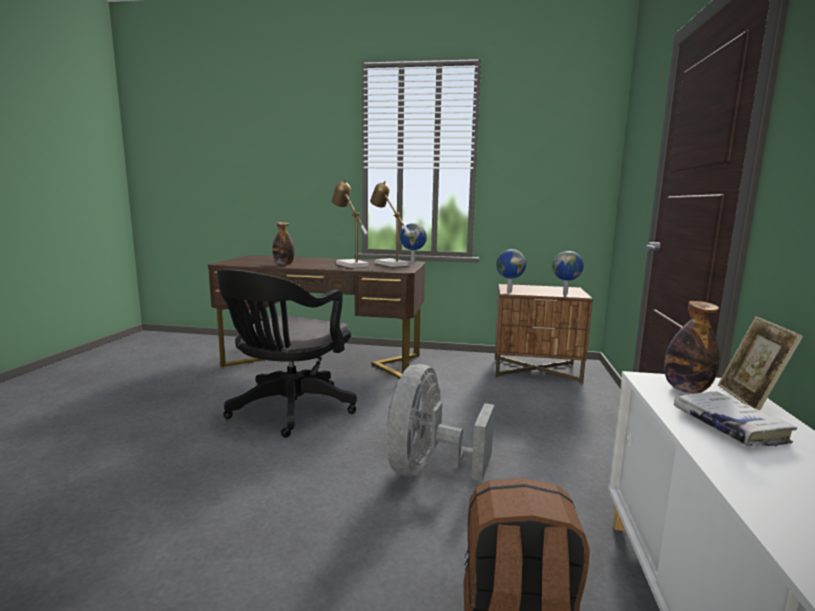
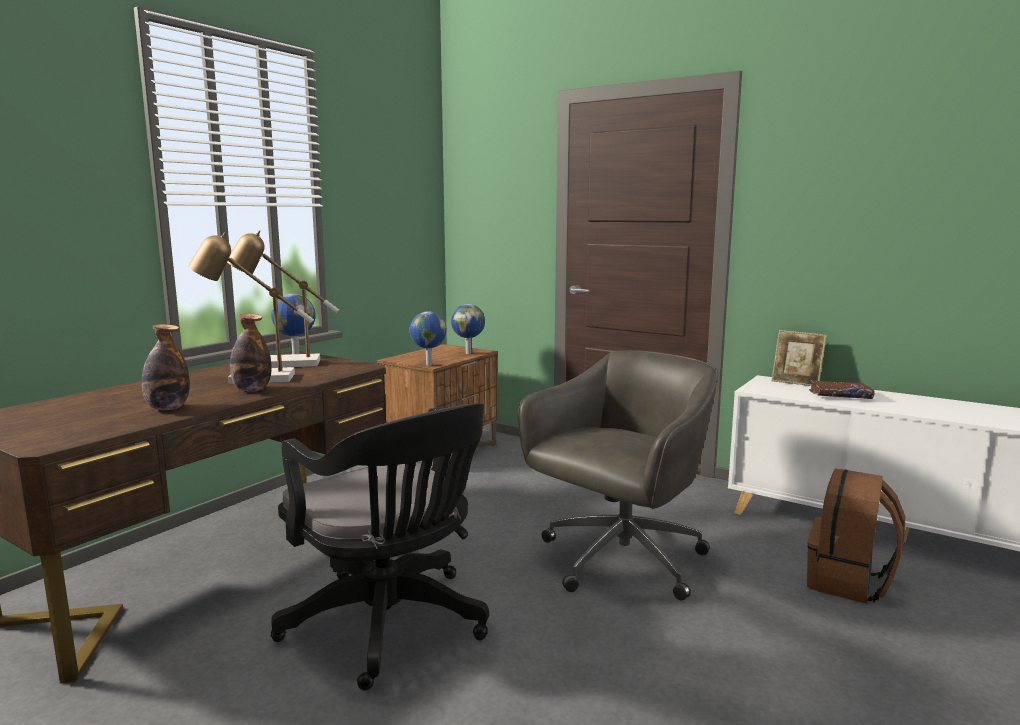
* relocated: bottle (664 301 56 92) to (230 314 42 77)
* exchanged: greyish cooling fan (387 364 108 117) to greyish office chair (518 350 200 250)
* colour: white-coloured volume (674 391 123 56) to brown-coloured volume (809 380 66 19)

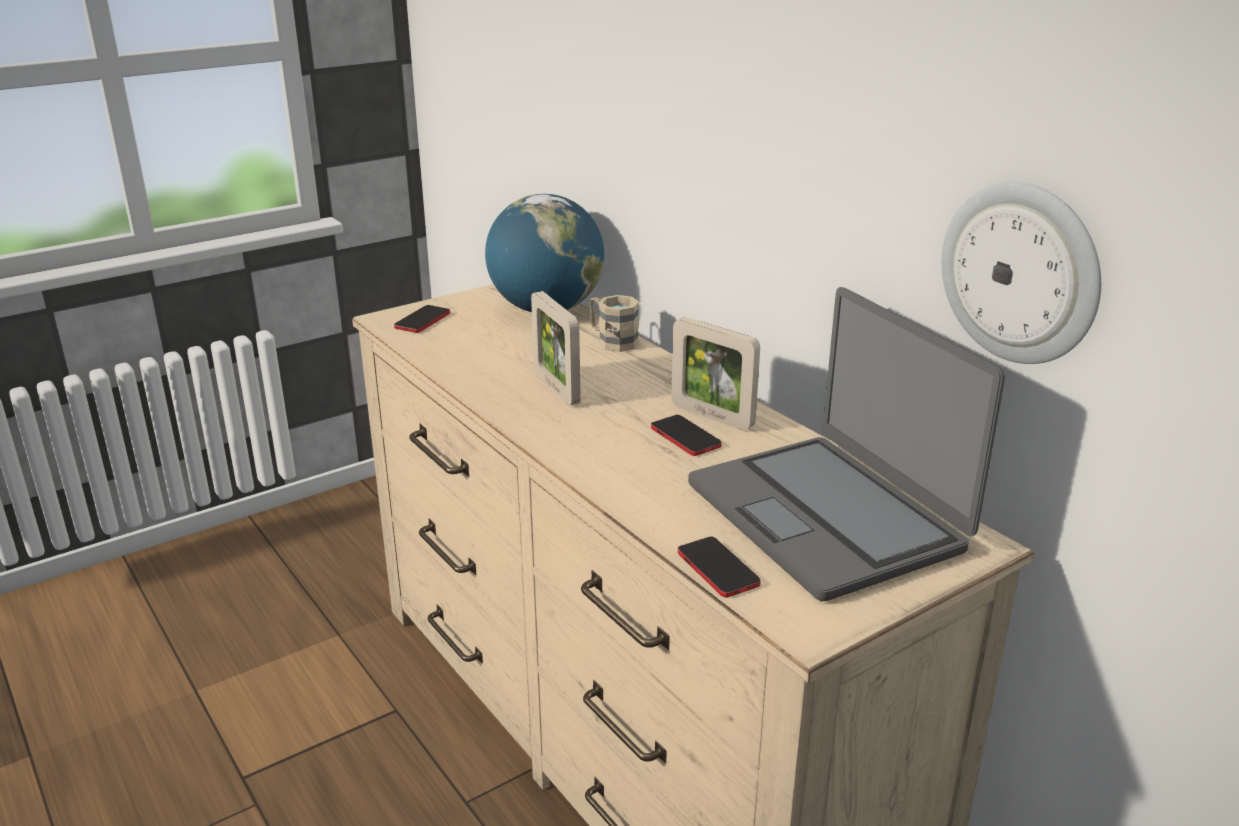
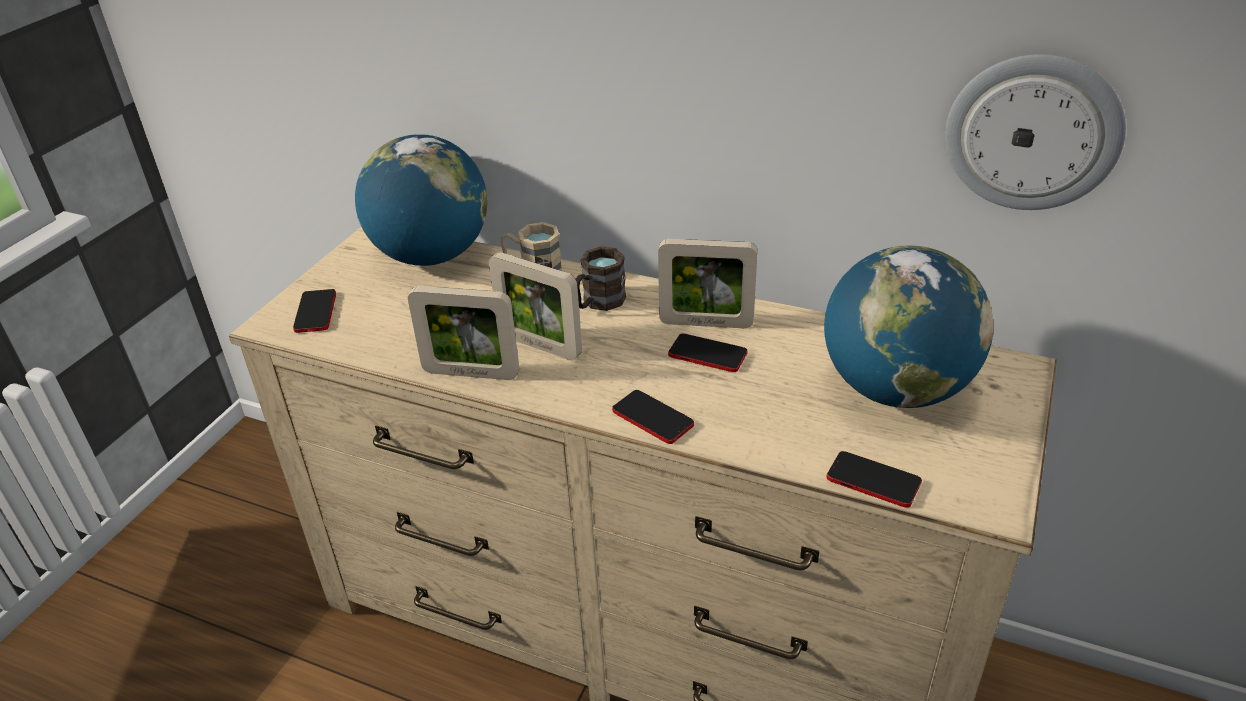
* appeared: photo frame (408 286 111 94)
* appeared: brown-coloured tea mug (576 246 50 65)
* appeared: phone (612 390 82 54)
* exchanged: portable computer (688 287 317 314) to globe (824 245 169 163)

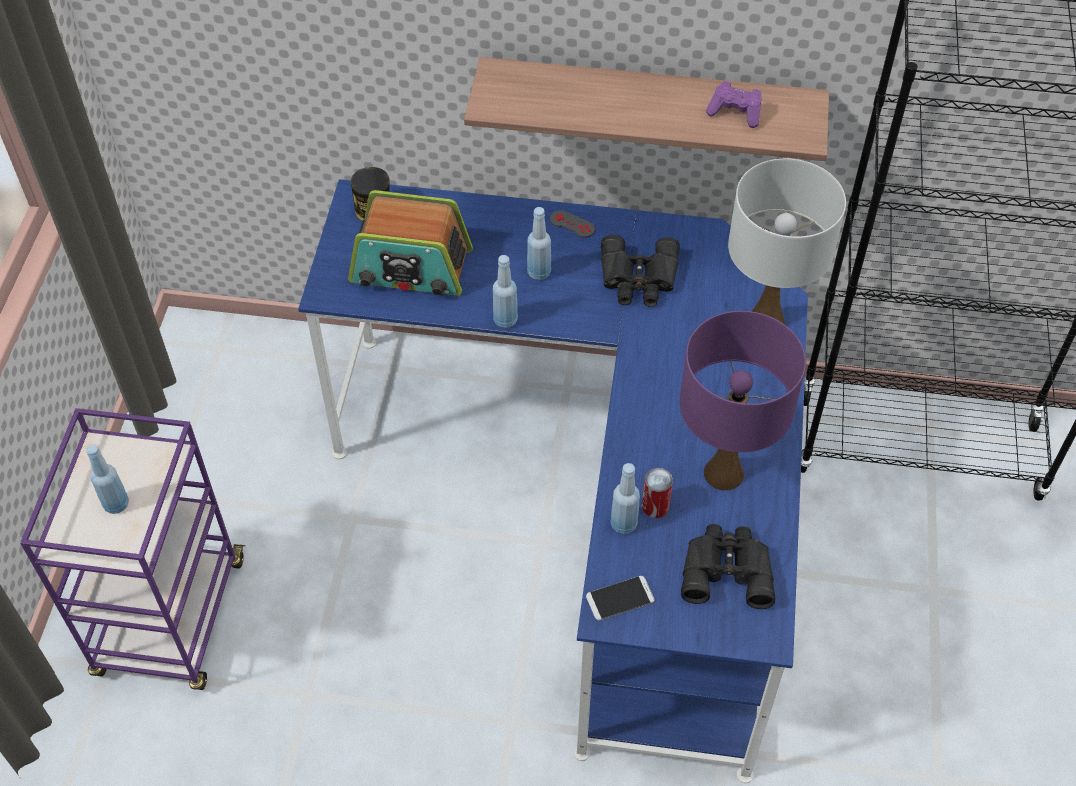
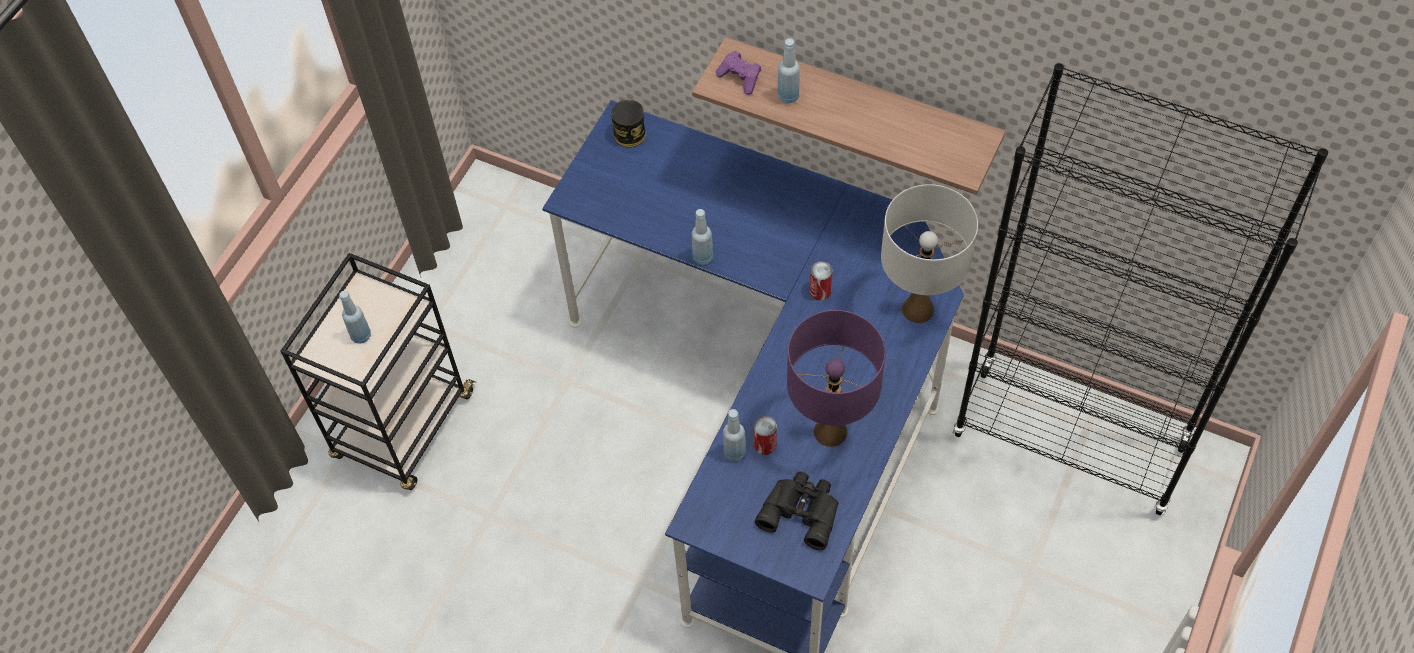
* missing: radio (348 190 125 106)
* missing: greyish joypad (550 210 45 28)
* missing: phone (586 576 68 44)
* missing: black-coloured binoculars (601 235 79 72)
* appeared: metal can (810 262 23 39)
* relocated: bluish bottle (527 207 24 73) to (777 38 23 66)
* relocated: purple joypad (706 81 56 47) to (716 51 45 44)
* colour: purple wheeled cart (20 408 225 282) to black-coloured wheeled cart (280 253 195 237)

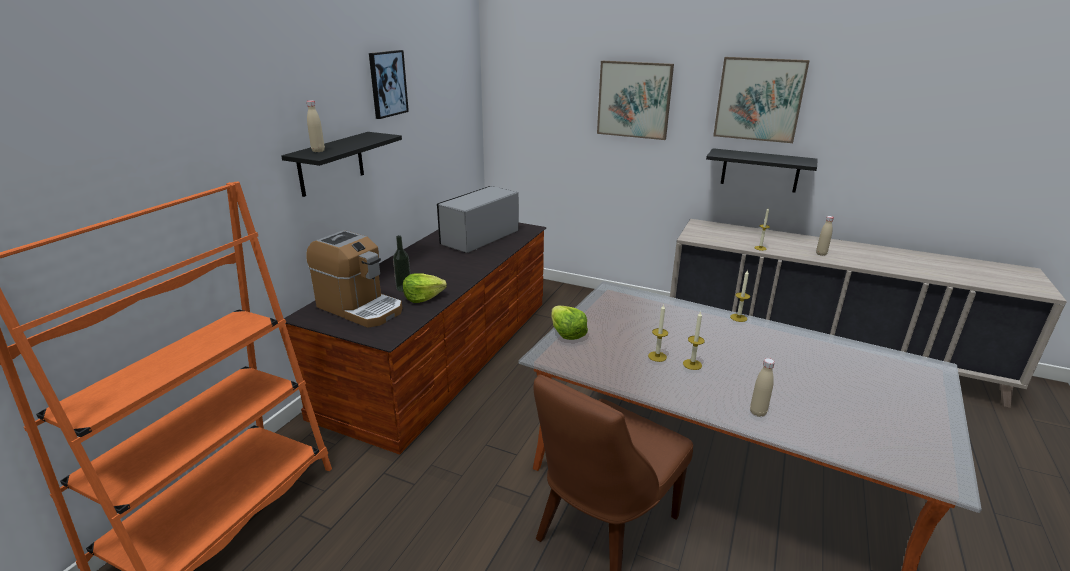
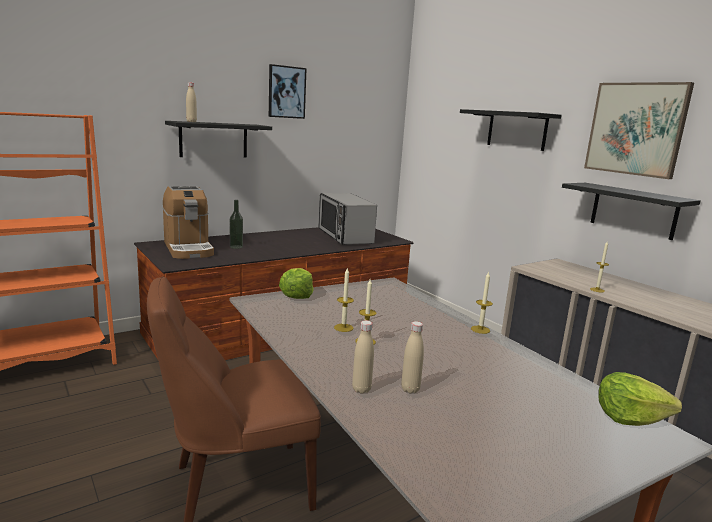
* relocated: head of lettuce (403 273 44 30) to (598 372 84 54)
* relocated: beige bottle (816 216 18 40) to (401 321 23 72)
* exchanged: wall art (597 61 77 79) to black-coloured shelf (460 109 102 42)
* spun: kitchen microwave (437 186 82 67) = (318 193 59 52) 90 degrees counterclockwise

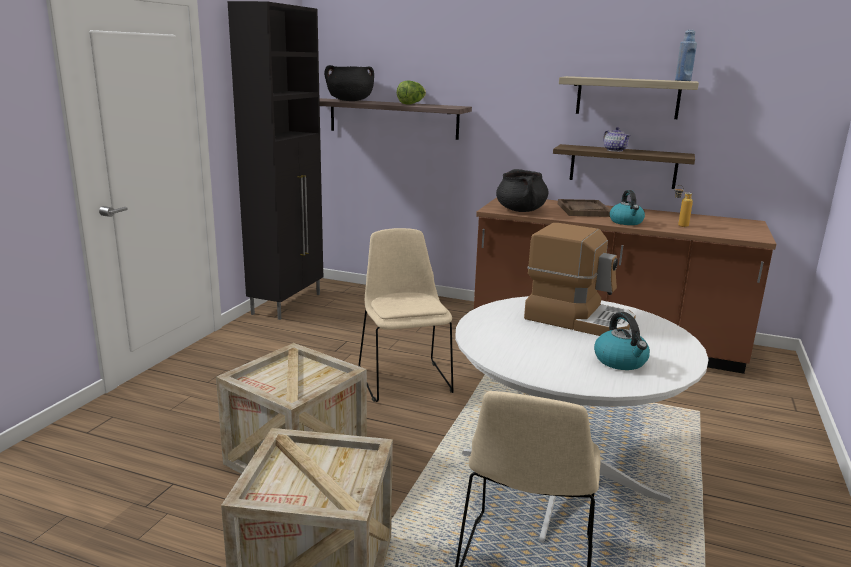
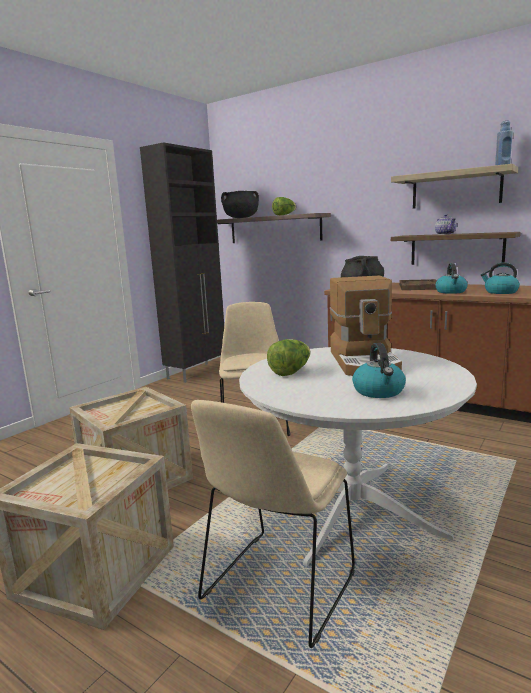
* appeared: head of lettuce (267 339 44 37)
* exchanged: bottle (674 185 19 42) to kettle (480 262 40 32)
* spun: coffee machine (524 223 112 113) = (330 276 72 100) 45 degrees clockwise

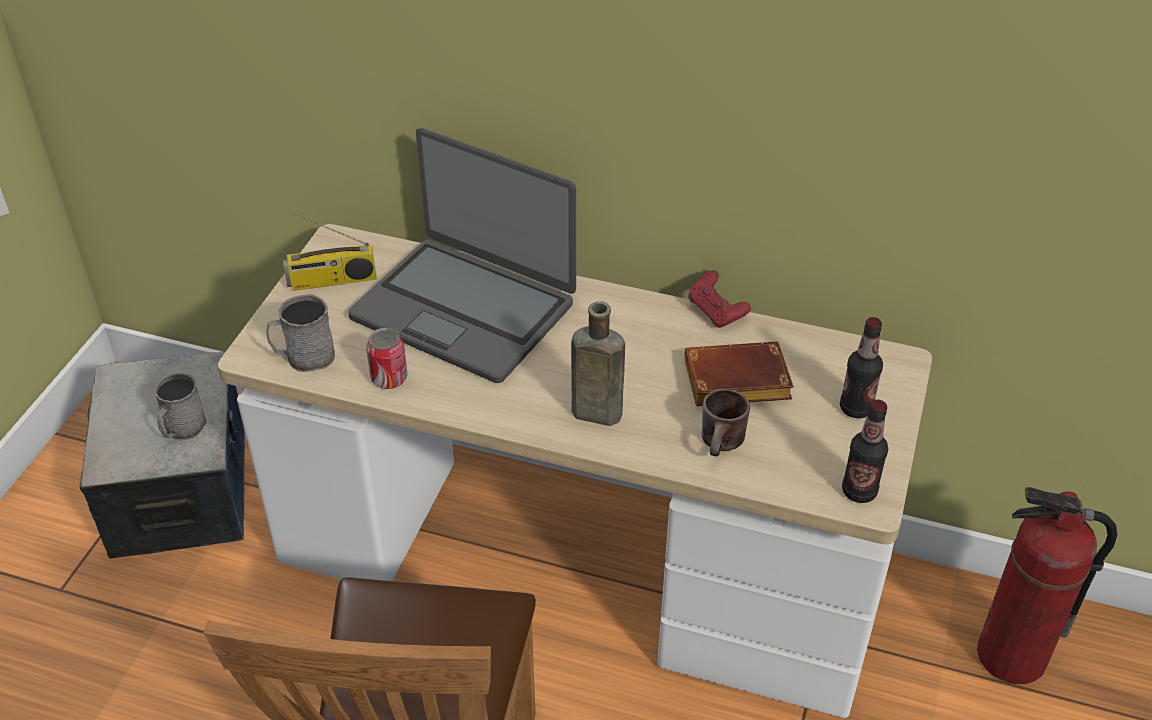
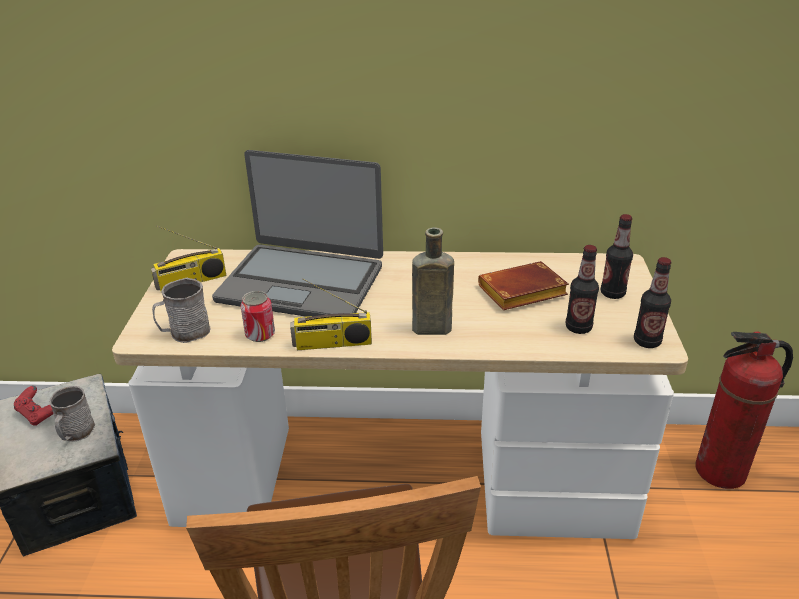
* missing: brown-coloured tea mug (702 389 48 67)
* appeared: radio (290 278 82 72)
* appeared: bottle (566 245 33 89)
* relocated: red-coloured joypad (688 270 63 58) to (14 386 40 40)

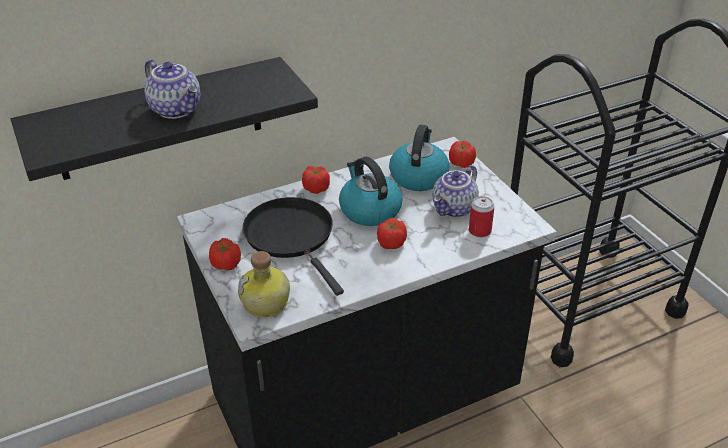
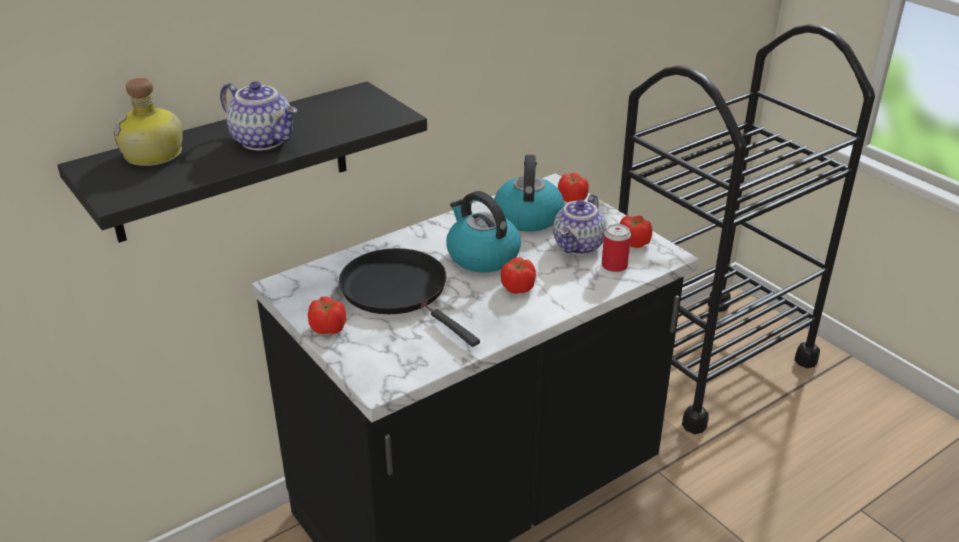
* relocated: bottle (238 251 52 66) to (114 78 69 88)
* relocated: tomato (302 166 28 28) to (620 216 32 32)

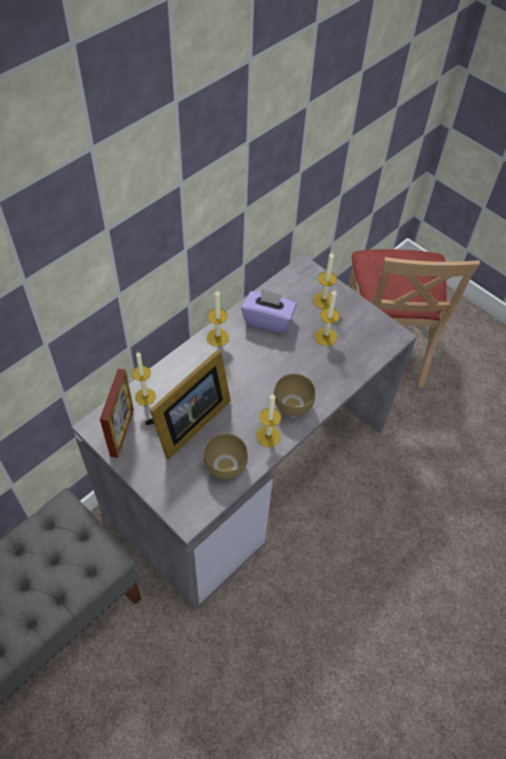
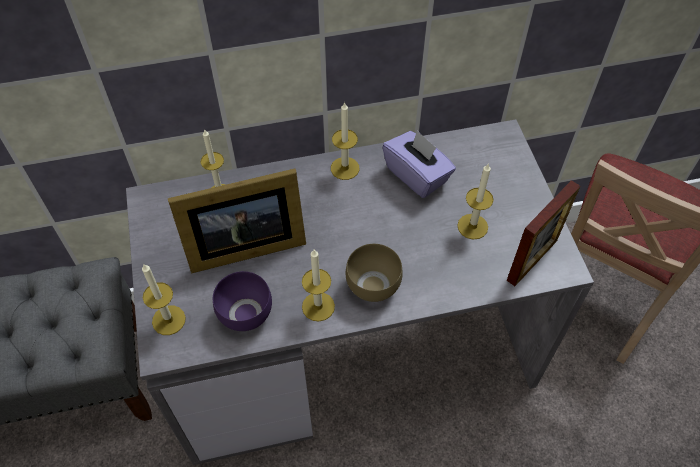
* relocated: photo frame (100 369 34 89) to (507 180 73 106)
* relocated: candle (313 252 24 57) to (142 264 44 71)
* colour: brown-coloured bowl (204 434 44 45) to purple bowl (213 271 59 60)

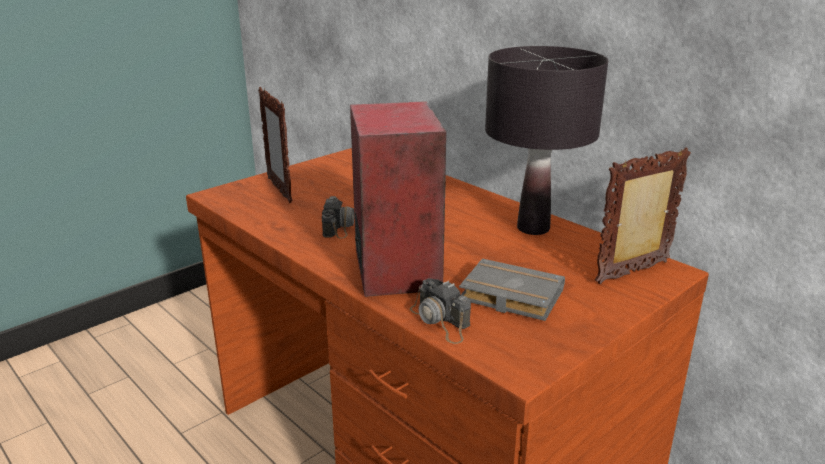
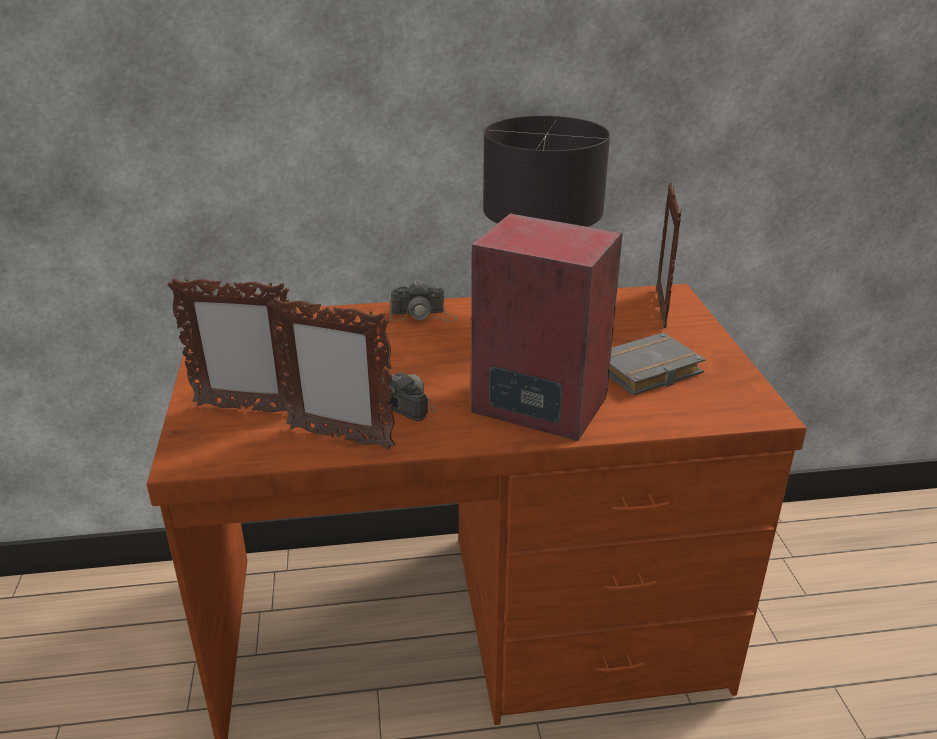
* appeared: photo frame (268 297 127 153)
* relocated: still camera (410 278 61 66) to (390 281 67 40)

